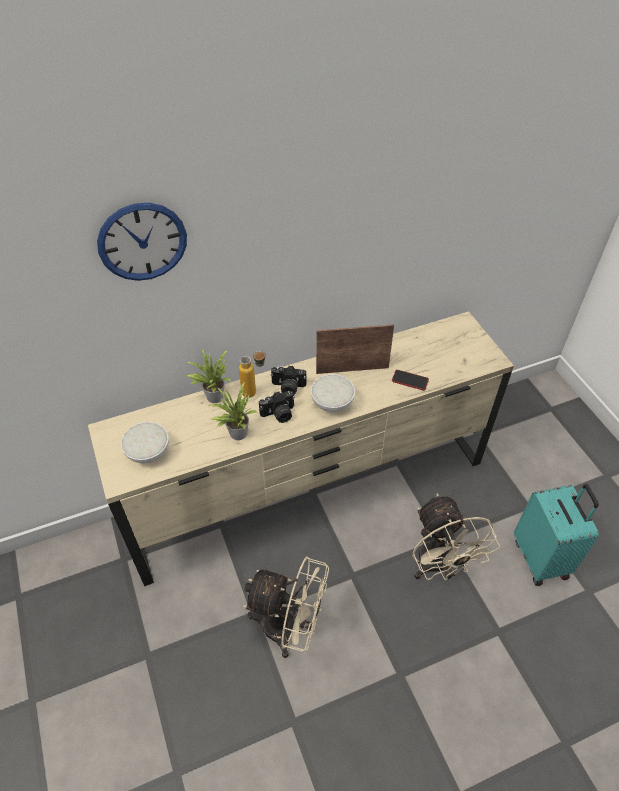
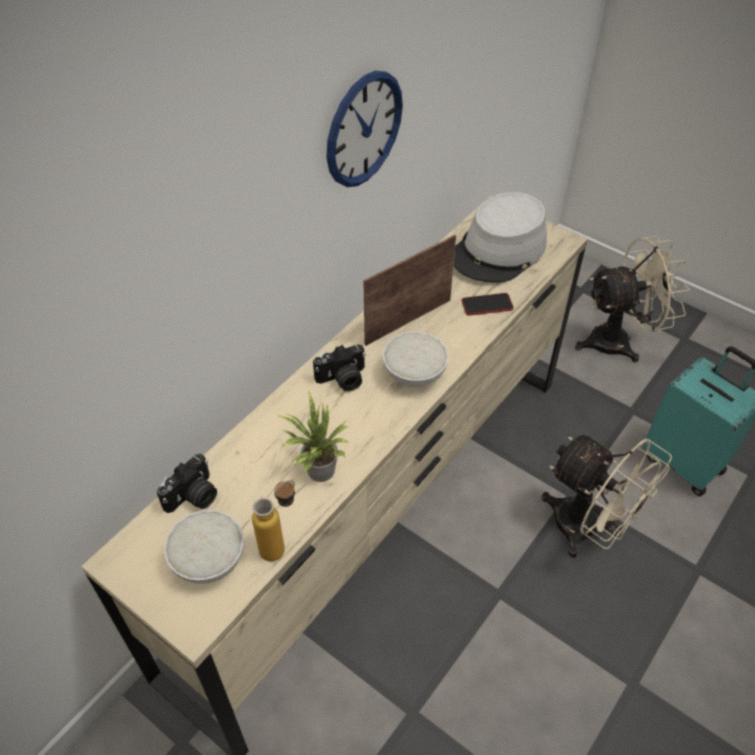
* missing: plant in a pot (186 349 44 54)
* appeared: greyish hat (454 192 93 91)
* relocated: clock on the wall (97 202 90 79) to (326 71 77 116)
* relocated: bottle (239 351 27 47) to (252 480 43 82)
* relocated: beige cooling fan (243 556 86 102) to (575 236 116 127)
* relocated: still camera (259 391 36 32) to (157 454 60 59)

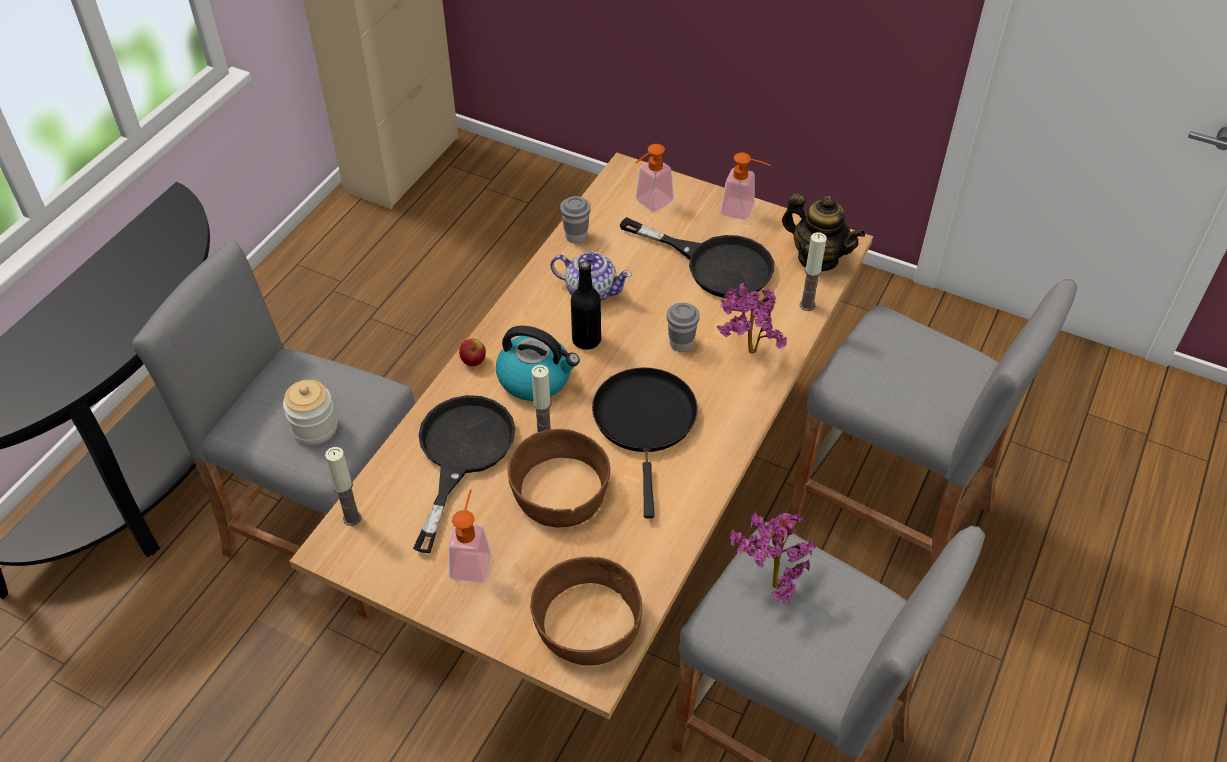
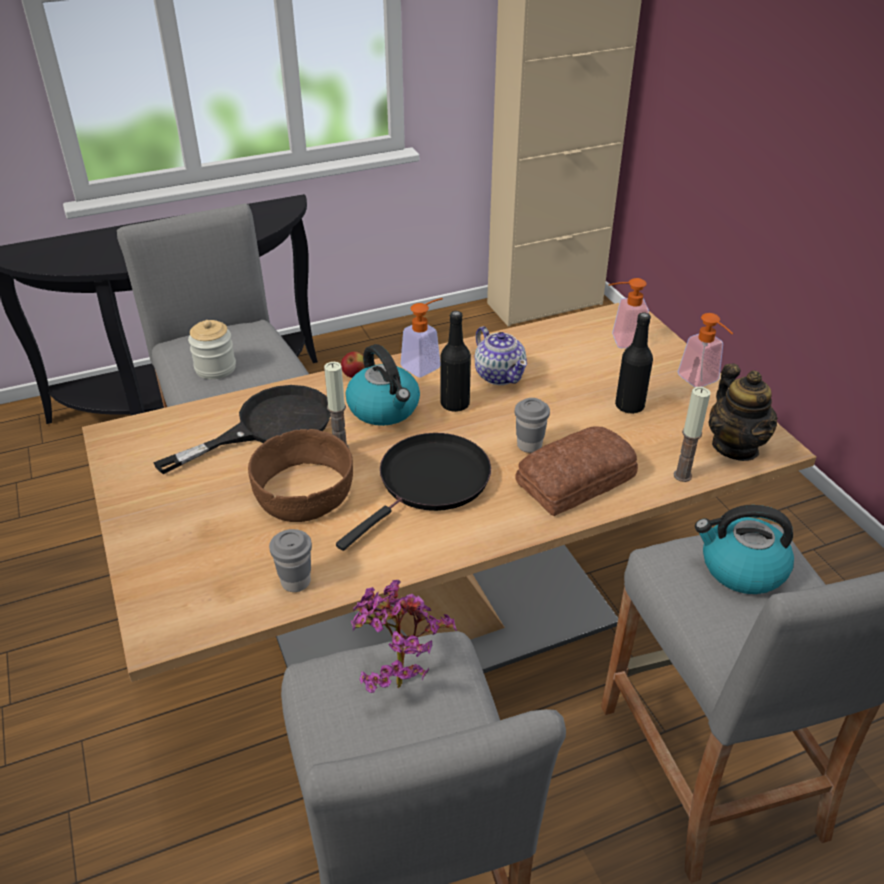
* missing: candle (325 447 36 79)
* missing: brown-coloured bowl (530 557 112 108)
* appeared: kettle (695 505 99 89)
* relocated: soap bottle (448 489 44 94) to (401 298 42 80)
* relocated: greyish small cup (560 196 31 47) to (269 529 43 63)
* exchanged: black-coloured frying pan (620 217 154 81) to black-coloured bottle (615 312 38 102)
* exchanged: plant in a pot (717 283 70 71) to baked bread (515 426 123 90)

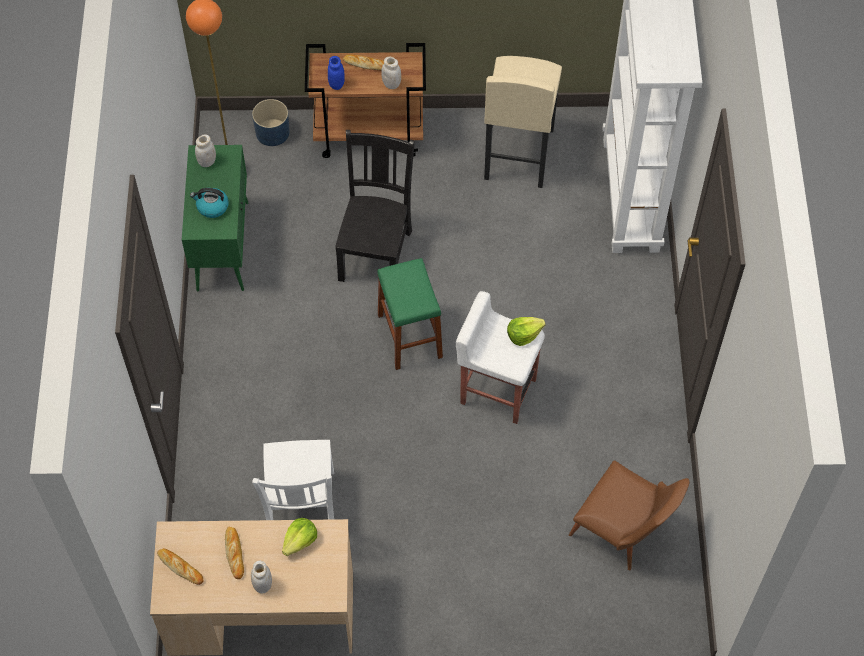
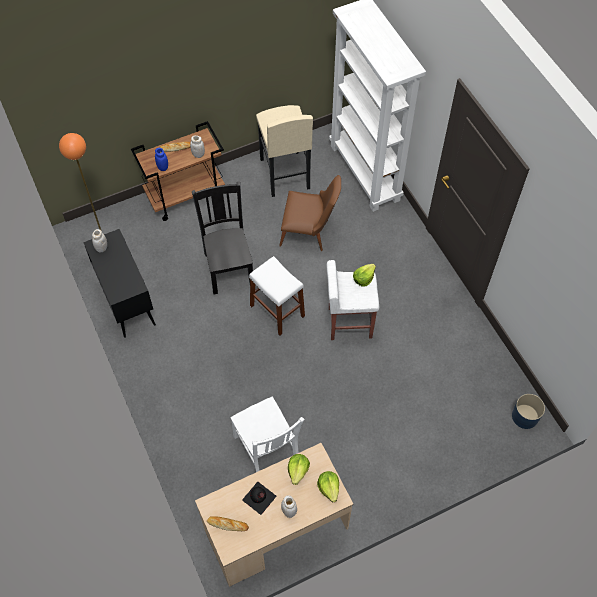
* missing: kettle (190 188 39 30)
* appeared: head of lettuce (317 471 22 31)
* relocated: bluish plant pot (252 99 38 47) to (512 394 33 35)
* relocated: brown-coloured plain chair (569 461 120 110) to (279 175 62 76)
* exchanged: baked bread (225 527 19 52) to black-coloured bottle (242 481 35 34)
* colour: greenish storage cabinet (182 145 67 146) to black-coloured storage cabinet (83 229 73 109)
* colour: greenish stool seat (377 258 66 112) to white-coloured stool seat (249 256 56 79)

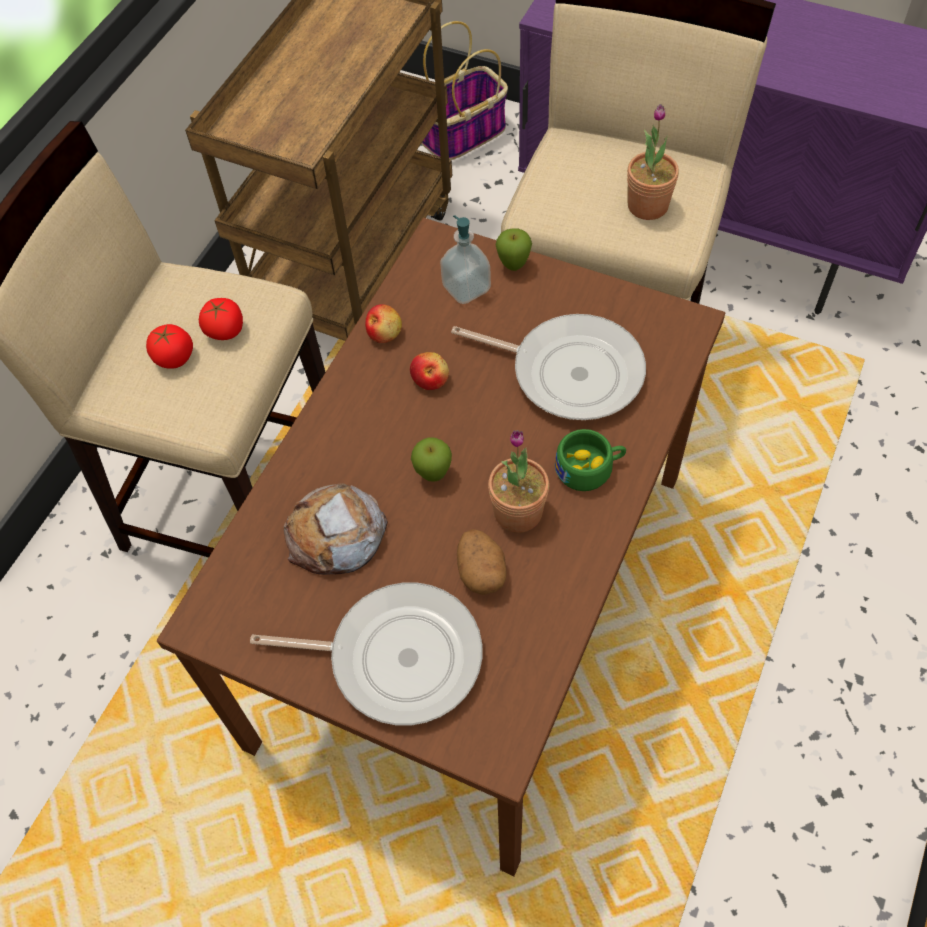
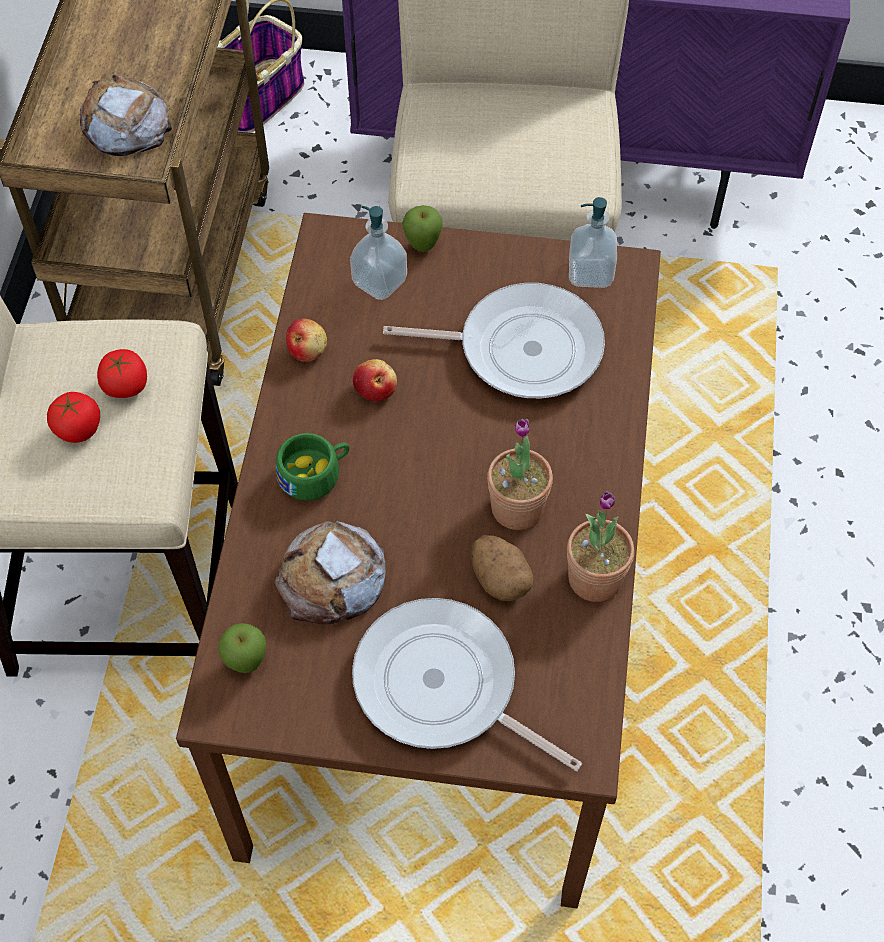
* appeared: baked bread (80 75 92 81)
* appeared: soap bottle (569 197 48 91)
* relocated: apple (411 437 41 45) to (218 623 48 50)
* relocated: greenish small cup (555 429 71 62) to (276 433 73 68)
* relocated: plant in a pot (627 104 52 116) to (567 491 67 111)
* spun: frying pan (250 582 233 143) = (352 598 230 174) 135 degrees counterclockwise

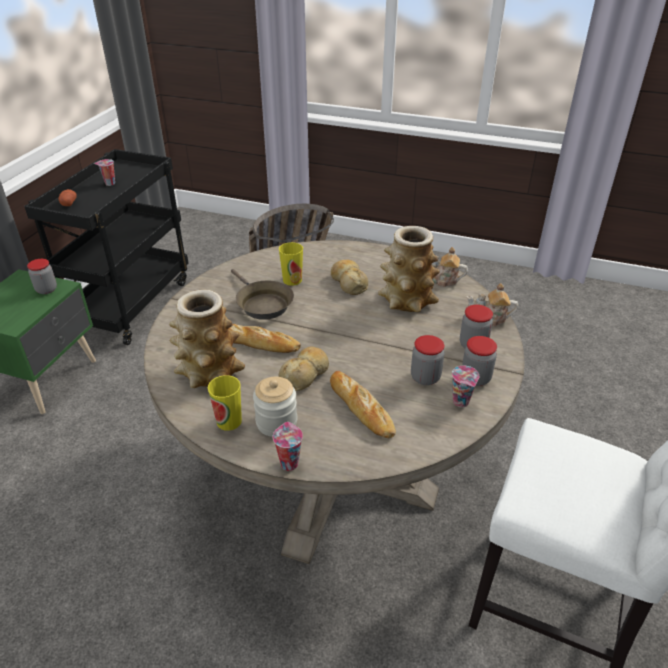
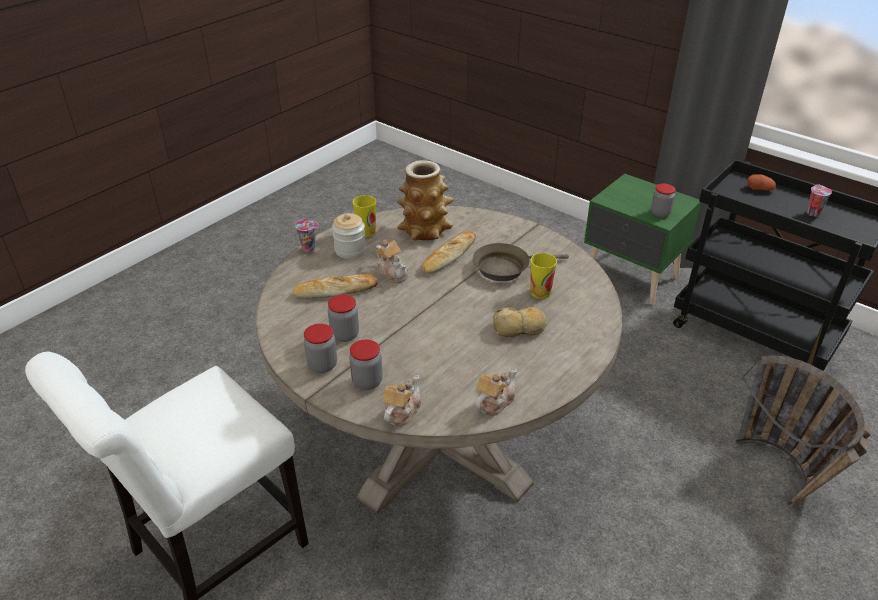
* missing: vase (378 226 62 86)
* missing: small cup (452 366 27 41)
* exchanged: baked bread (279 346 50 45) to tea pot (376 240 32 43)

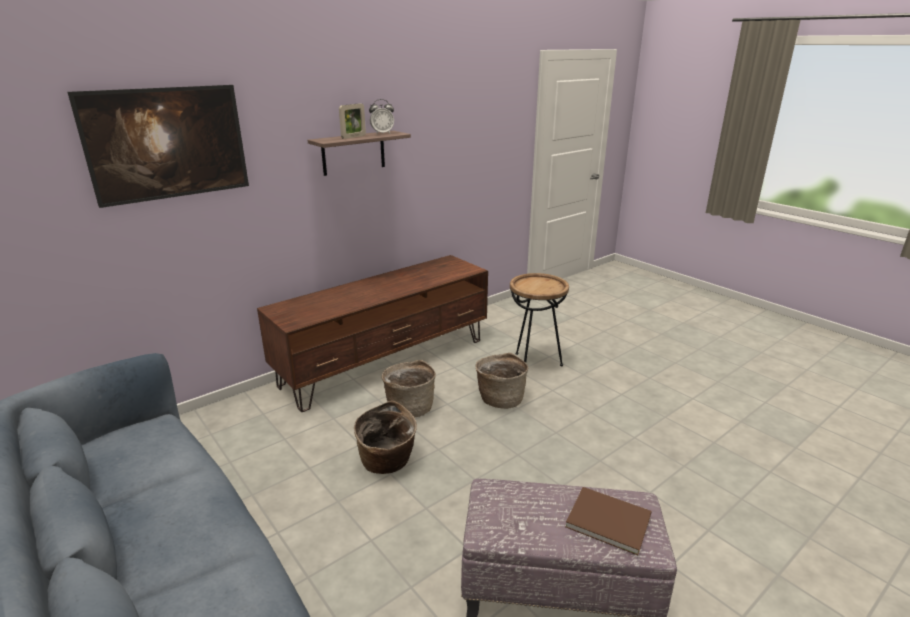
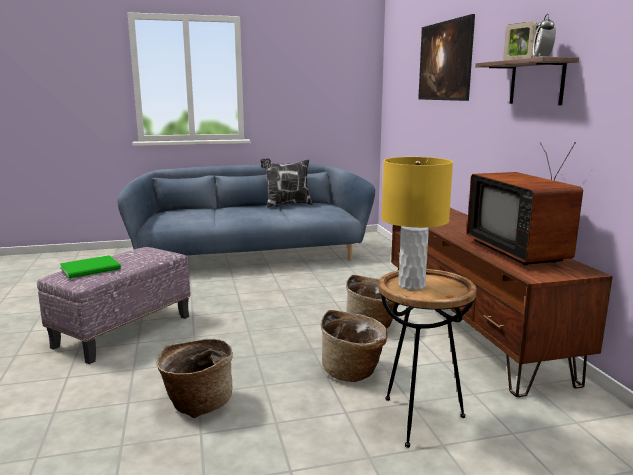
* appeared: pillow (260 158 53 50)
* appeared: yellowish lamp for a table (382 157 71 133)
* appeared: television (467 142 116 123)
* relocated: storage basket (354 401 63 73) to (156 339 77 79)
* colour: brown-coloured volume (565 487 87 68) to greenish volume (60 255 61 23)

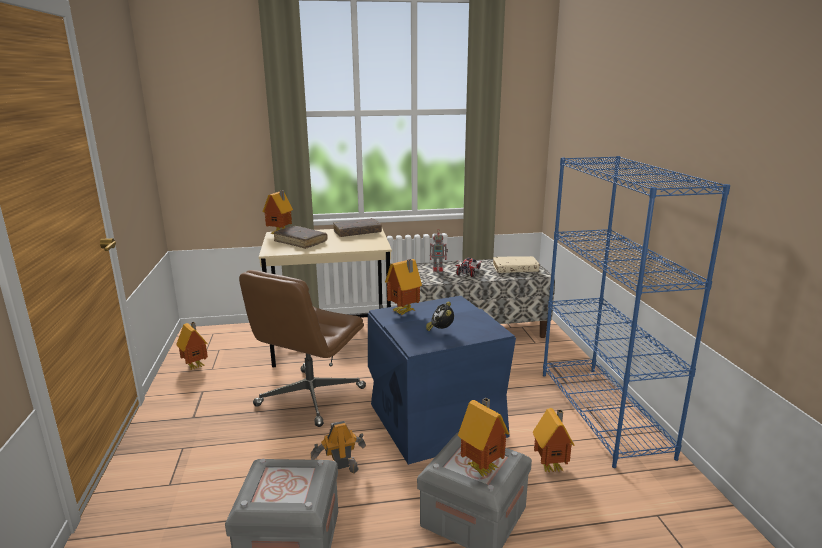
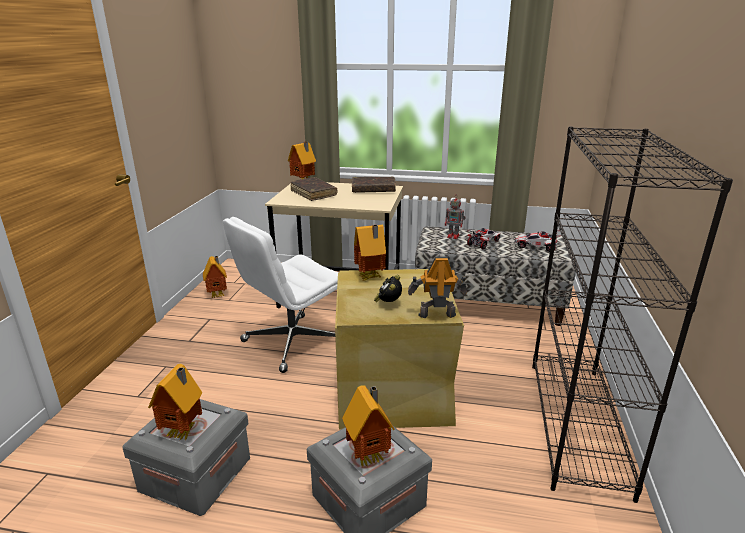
* relocated: model robot (311 421 55 53) to (408 257 59 61)
* relocated: model house (533 408 42 65) to (148 364 55 76)
* exchanged: beige volume (493 256 47 17) to toy car (515 230 46 22)
* colour: brown-coloured office chair (239 270 127 157) to white-coloured office chair (223 217 116 156)
* colour: bluish storage bin (368 296 148 169) to beige storage bin (335 269 129 160)
* colour: bluish bookshelf (543 156 187 312) to black-coloured bookshelf (532 127 201 376)

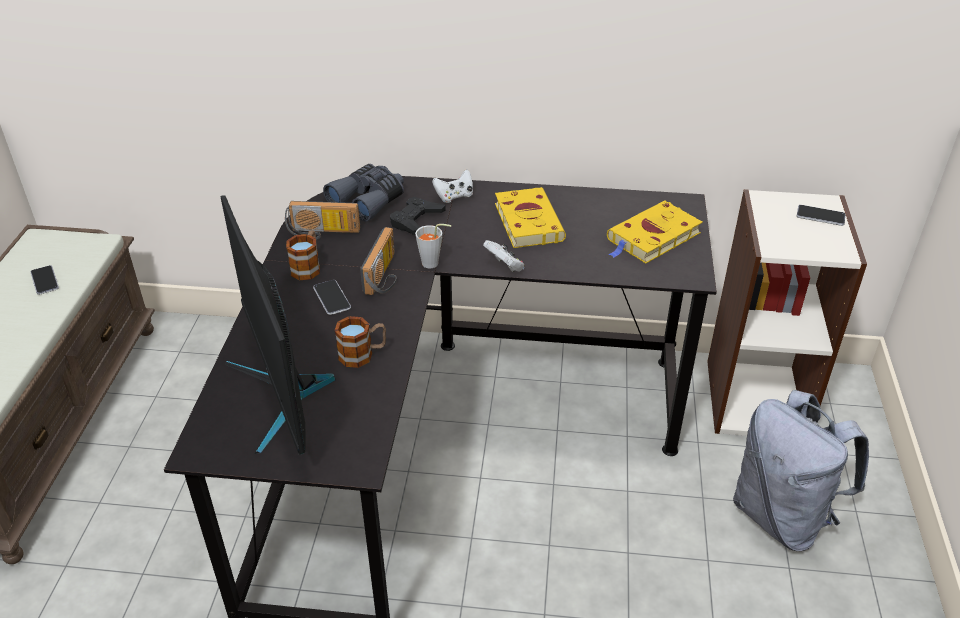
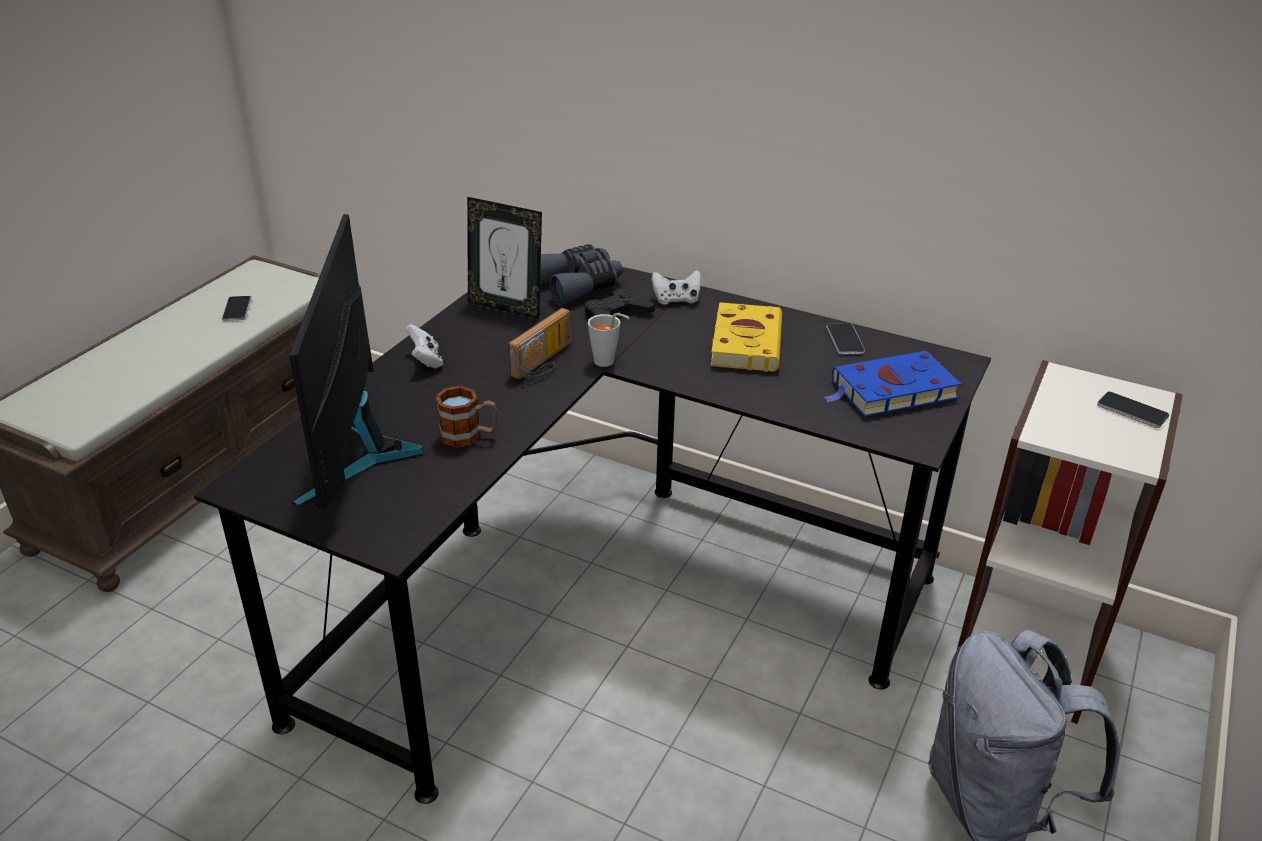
* missing: tea mug (286 230 34 50)
* relocated: phone (313 280 38 35) to (826 323 39 31)
* relocated: white-coloured joypad (483 240 41 32) to (406 324 37 44)
* exchanged: radio (285 201 75 39) to photo frame (467 197 75 122)
* colour: yellowish volume (607 200 96 63) to bluish volume (823 351 138 66)

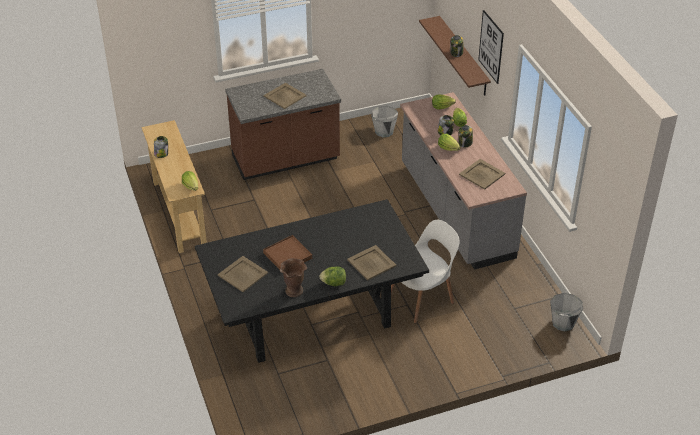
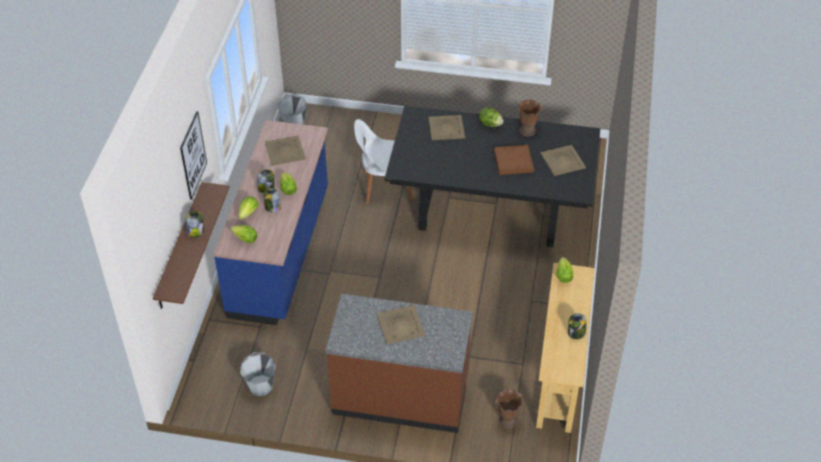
* appeared: brown-coloured vase (495 389 29 40)
* colour: greyish counter (400 92 127 178) to bluish counter (214 120 114 205)

